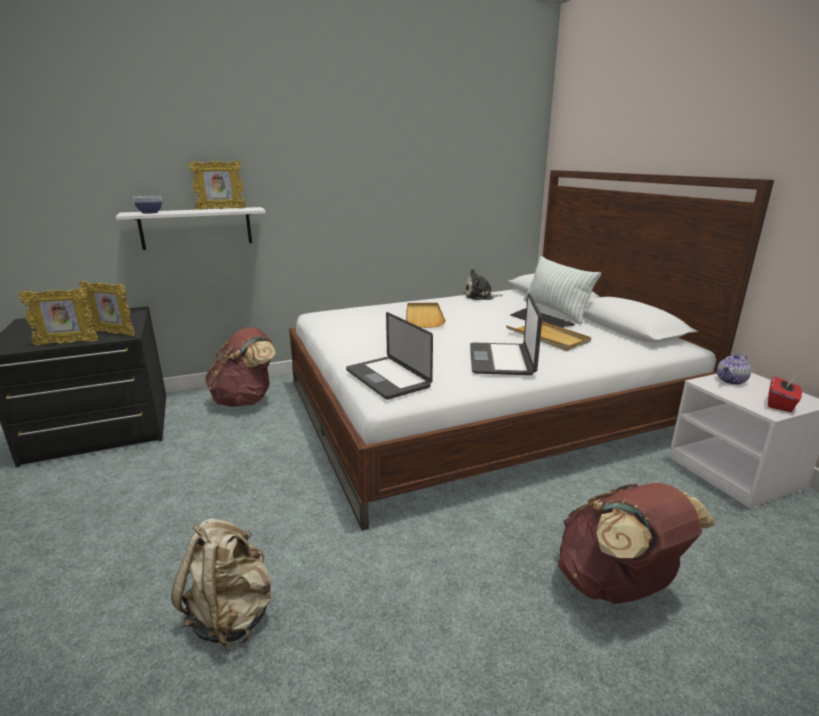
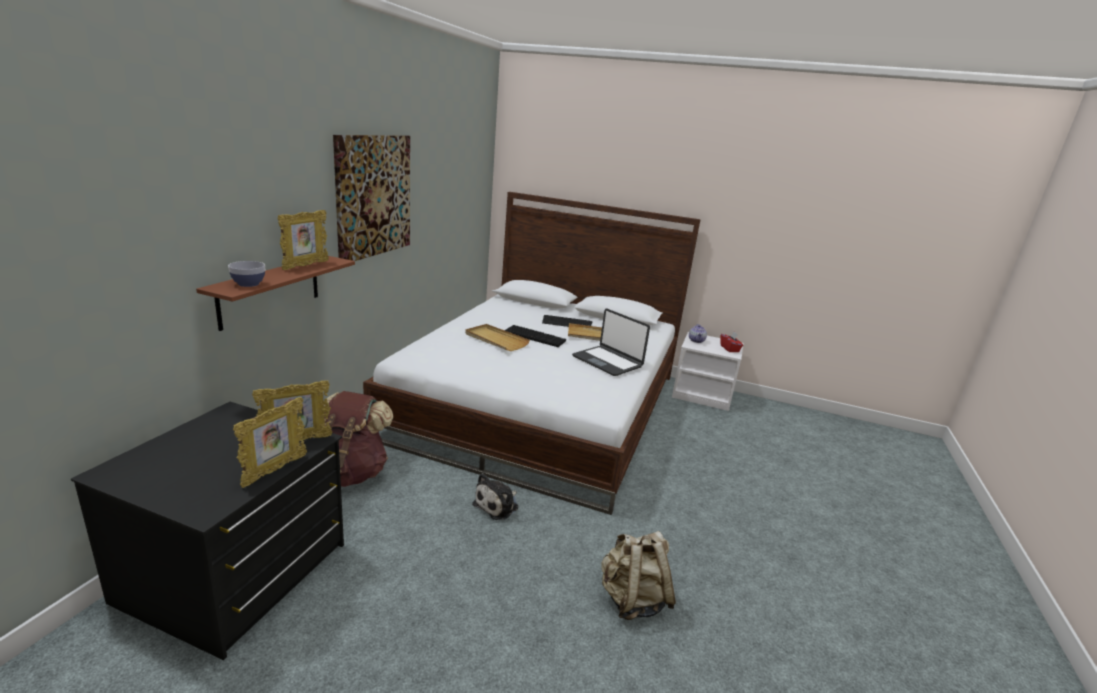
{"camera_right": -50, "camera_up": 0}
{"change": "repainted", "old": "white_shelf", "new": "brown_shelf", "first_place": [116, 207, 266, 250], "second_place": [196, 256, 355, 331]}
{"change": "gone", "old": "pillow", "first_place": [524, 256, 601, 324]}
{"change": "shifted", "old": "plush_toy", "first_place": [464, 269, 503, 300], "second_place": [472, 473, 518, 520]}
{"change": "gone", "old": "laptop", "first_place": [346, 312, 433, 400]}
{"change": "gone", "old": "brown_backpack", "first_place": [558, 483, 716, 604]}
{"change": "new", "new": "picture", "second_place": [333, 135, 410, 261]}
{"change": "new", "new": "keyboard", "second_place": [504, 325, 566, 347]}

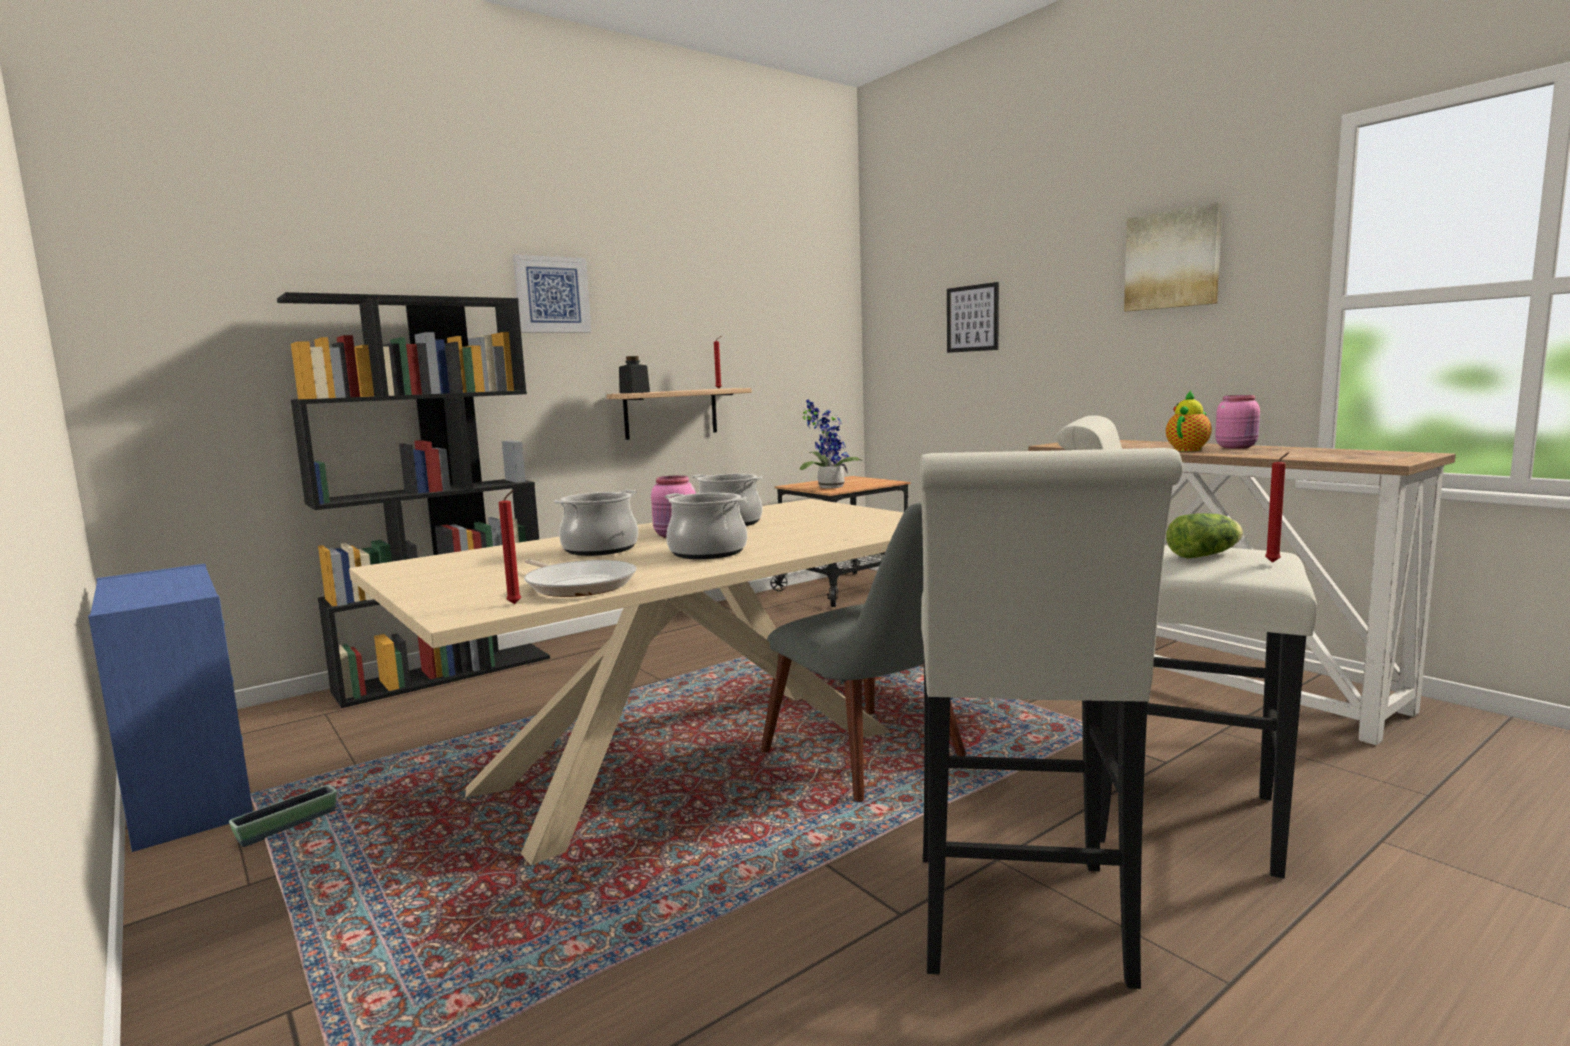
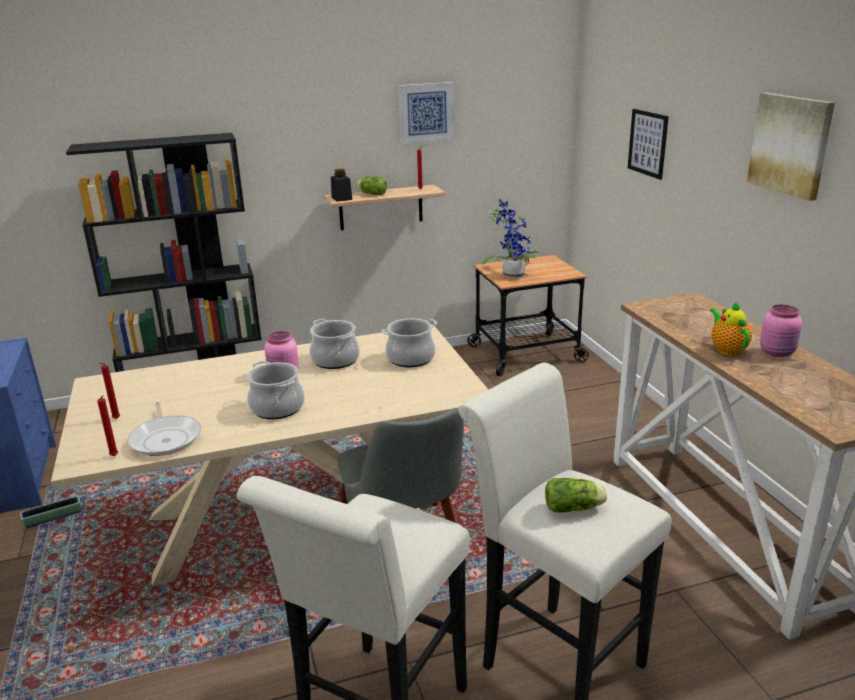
{"camera_right": 20, "camera_up": 15}
{"change": "shifted", "old": "picture", "first_place": [513, 254, 591, 333], "second_place": [398, 82, 454, 144]}
{"change": "rotated", "old": "teapot", "first_place": [1166, 391, 1212, 451], "second_place": [710, 301, 752, 356], "degrees": -75}
{"change": "shifted", "old": "red_candle", "first_place": [1265, 452, 1289, 563], "second_place": [100, 363, 120, 419]}
{"change": "shifted", "old": "cooking_pot", "first_place": [554, 490, 638, 556], "second_place": [381, 318, 437, 367]}
{"change": "new", "new": "lettuce", "second_place": [356, 177, 387, 195]}

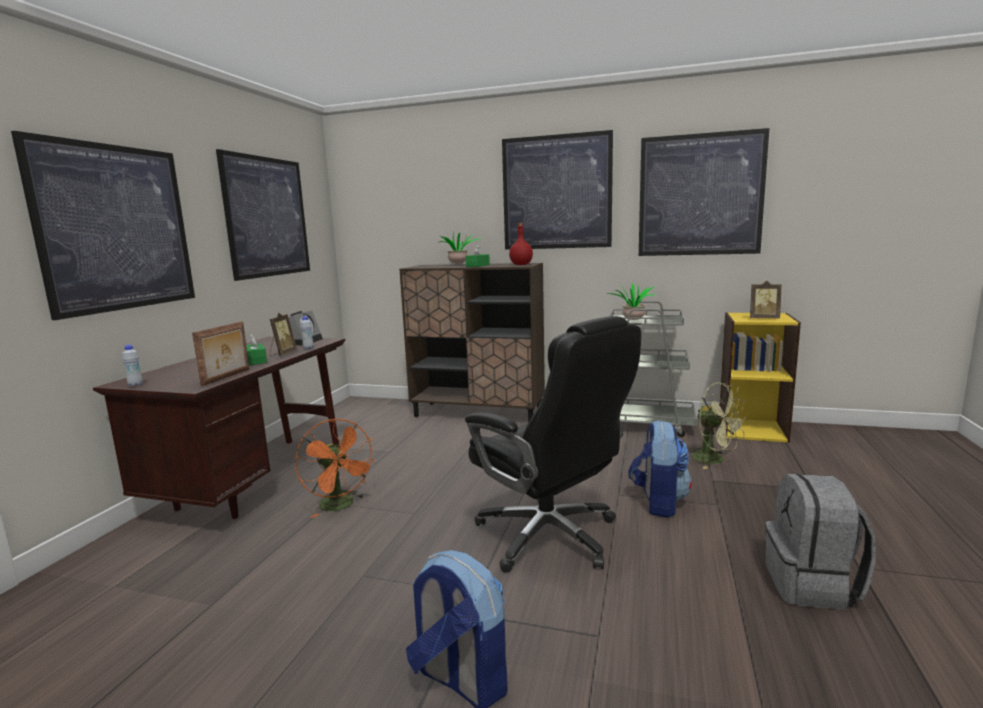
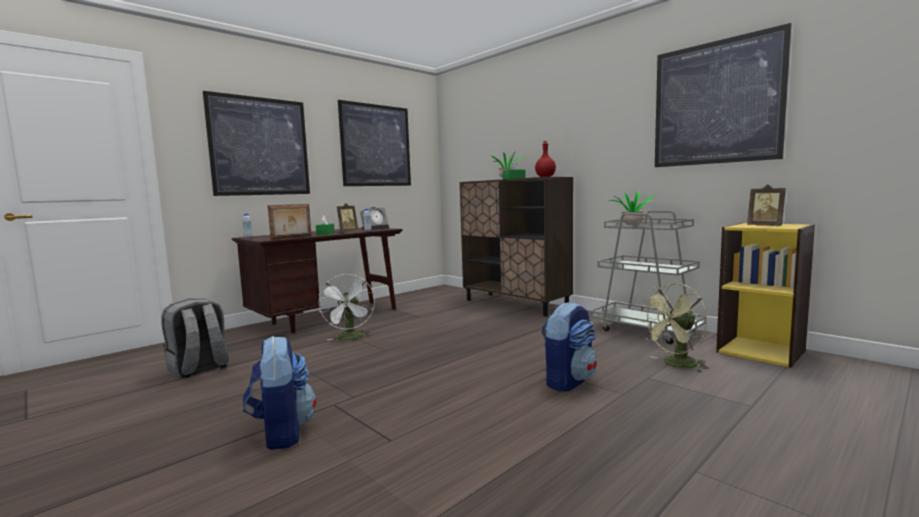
{"camera_right": 30, "camera_up": -5}
{"change": "gone", "old": "picture", "first_place": [502, 130, 613, 250]}
{"change": "gone", "old": "black_office_chair", "first_place": [465, 316, 641, 573]}
{"change": "rotated", "old": "green_fan", "first_place": [689, 383, 748, 469], "second_place": [640, 283, 709, 373], "degrees": 75}
{"change": "repainted", "old": "orange_fan", "new": "white_fan", "first_place": [295, 419, 376, 518], "second_place": [318, 274, 375, 340]}
{"change": "shifted", "old": "grey_backpack", "first_place": [765, 474, 876, 610], "second_place": [161, 298, 229, 379]}

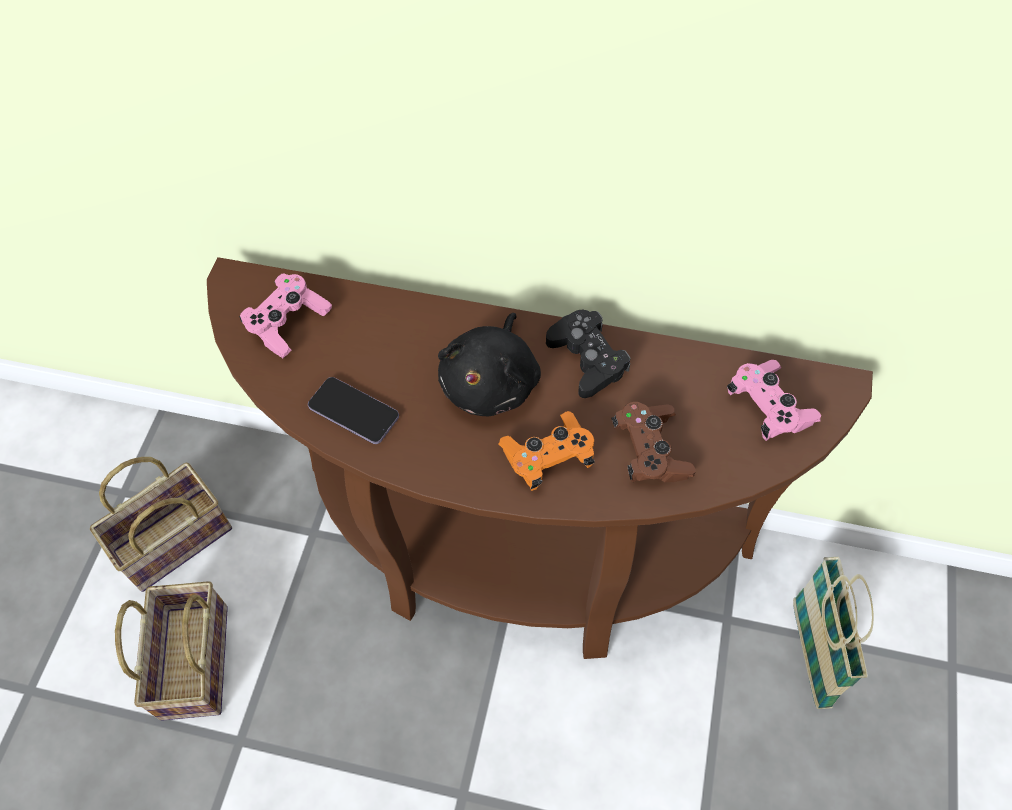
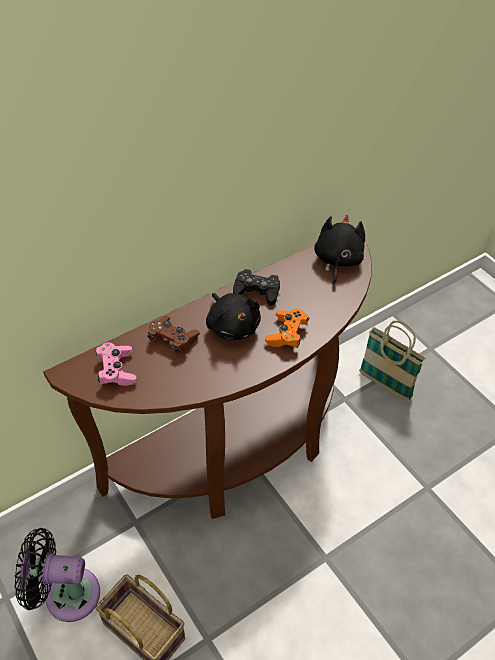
{"camera_right": -50, "camera_up": -10}
{"change": "swapped", "old": "pink_game_controller", "new": "black_plush_toy", "first_place": [727, 360, 821, 441], "second_place": [314, 214, 365, 285]}
{"change": "gone", "old": "phone", "first_place": [308, 377, 399, 444]}
{"change": "shifted", "old": "brown_game_controller", "first_place": [611, 402, 696, 482], "second_place": [147, 316, 200, 354]}
{"change": "swapped", "old": "basket", "new": "black_fan", "first_place": [90, 457, 232, 592], "second_place": [15, 528, 100, 622]}

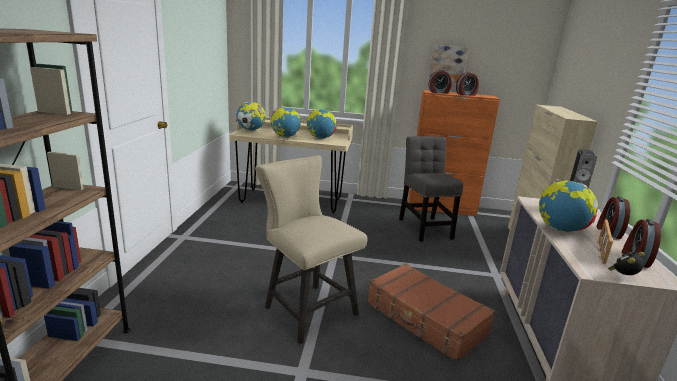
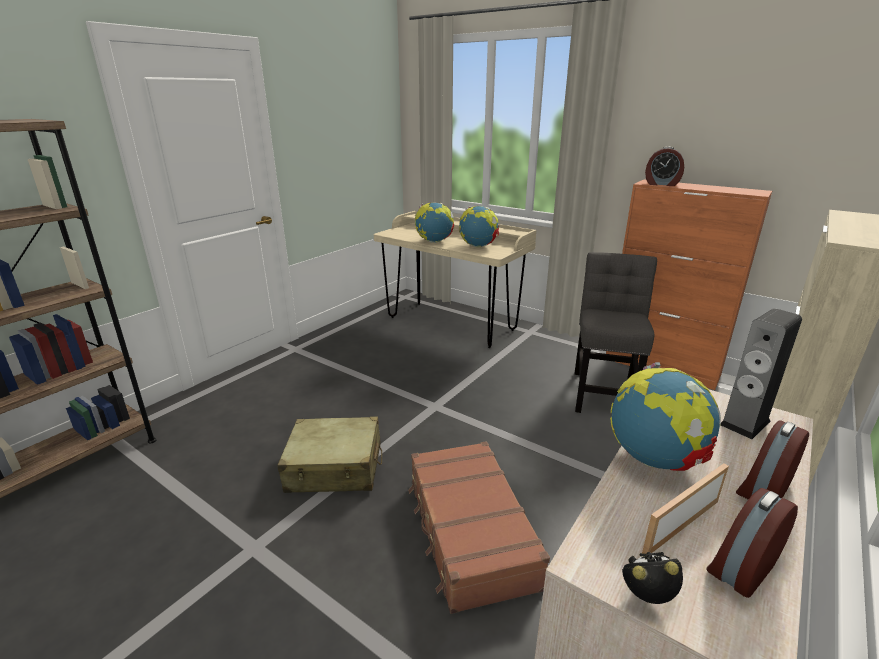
{"camera_right": 30, "camera_up": 5}
{"change": "gone", "old": "picture", "first_place": [429, 45, 468, 82]}
{"change": "gone", "old": "alarm_clock", "first_place": [456, 72, 479, 96]}
{"change": "gone", "old": "globe", "first_place": [236, 102, 266, 131]}
{"change": "swapped", "old": "beige_chair", "new": "beige_suitcase", "first_place": [255, 156, 367, 344], "second_place": [277, 417, 382, 493]}

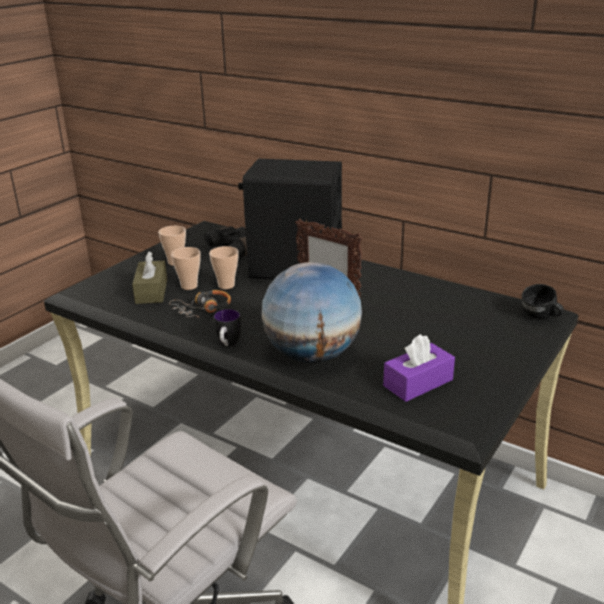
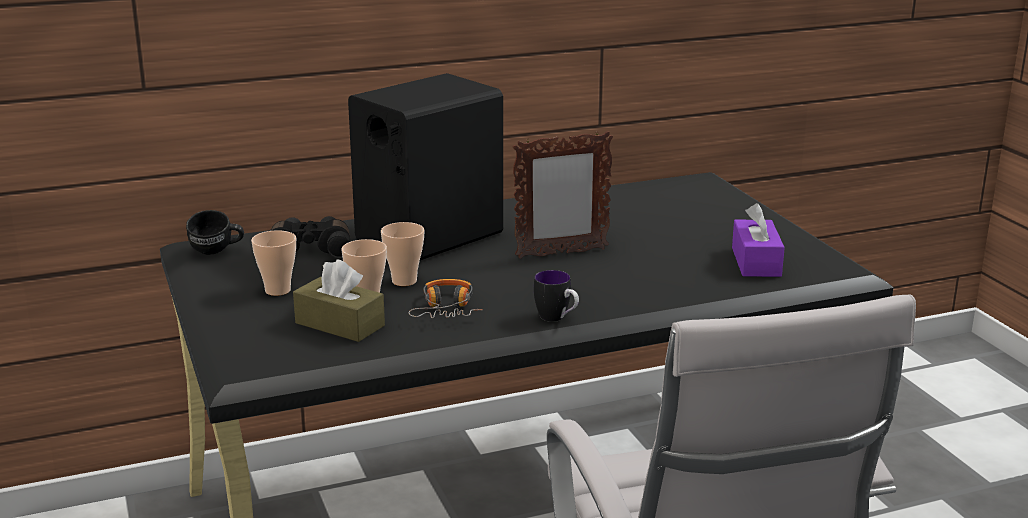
{"camera_right": -55, "camera_up": -5}
{"change": "gone", "old": "globe", "first_place": [261, 262, 362, 363]}
{"change": "shifted", "old": "black_mug", "first_place": [522, 284, 564, 319], "second_place": [186, 210, 244, 255]}

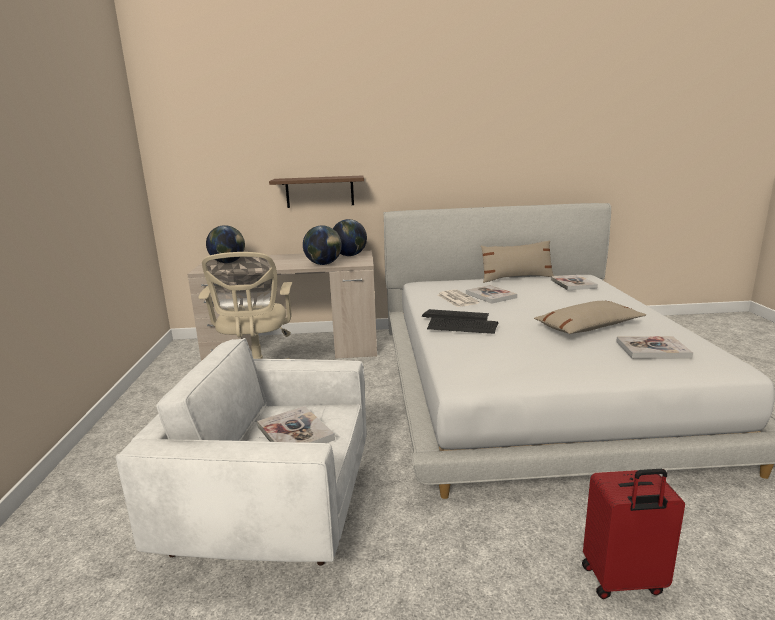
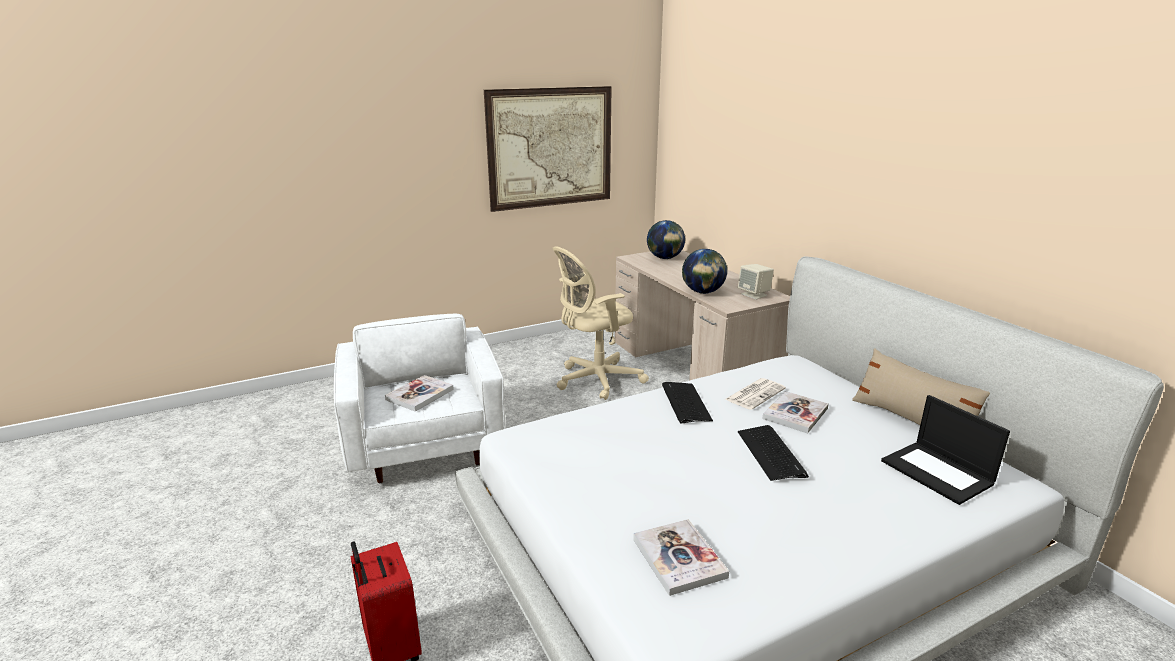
{"camera_right": 65, "camera_up": 5}
{"change": "gone", "old": "brown_shelf", "first_place": [269, 175, 364, 208]}
{"change": "swapped", "old": "globe", "new": "beige_speaker", "first_place": [333, 219, 367, 256], "second_place": [738, 264, 774, 300]}
{"change": "swapped", "old": "book", "new": "laptop", "first_place": [551, 275, 598, 290], "second_place": [881, 395, 1010, 505]}
{"change": "gone", "old": "beige_pillow", "first_place": [534, 300, 646, 334]}
{"change": "shifted", "old": "keyboard", "first_place": [427, 317, 498, 334], "second_place": [738, 425, 809, 481]}
{"change": "new", "new": "picture", "second_place": [484, 86, 612, 212]}

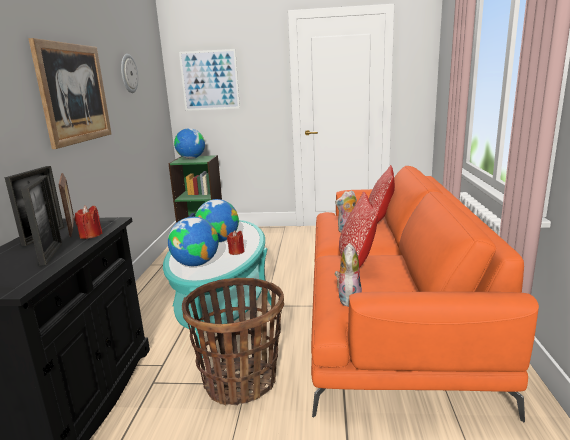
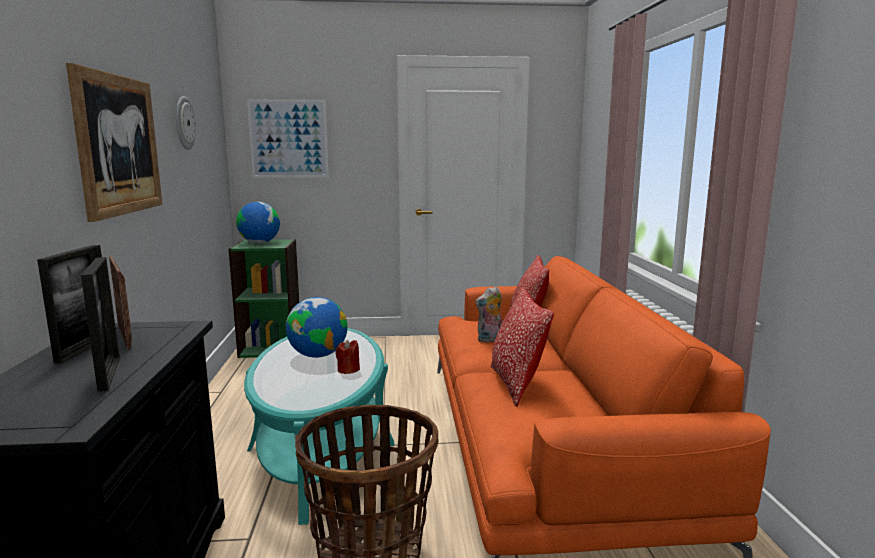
{"camera_right": -10, "camera_up": -5}
{"change": "gone", "old": "red_candle", "first_place": [75, 205, 103, 239]}
{"change": "gone", "old": "globe", "first_place": [168, 217, 219, 266]}
{"change": "gone", "old": "plush_toy", "first_place": [335, 243, 362, 307]}

